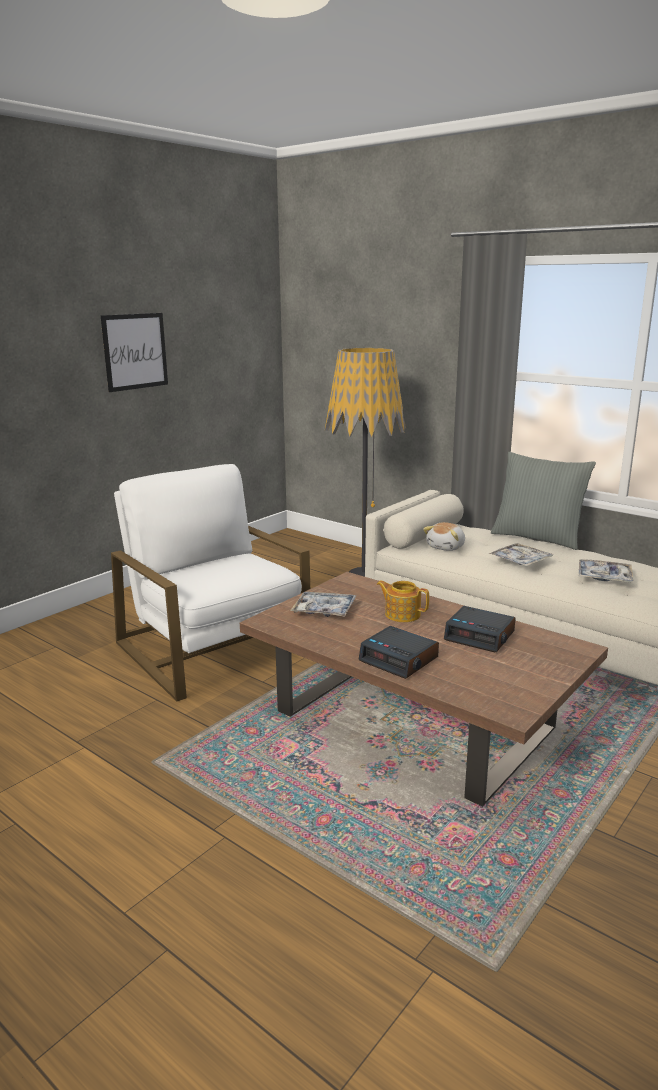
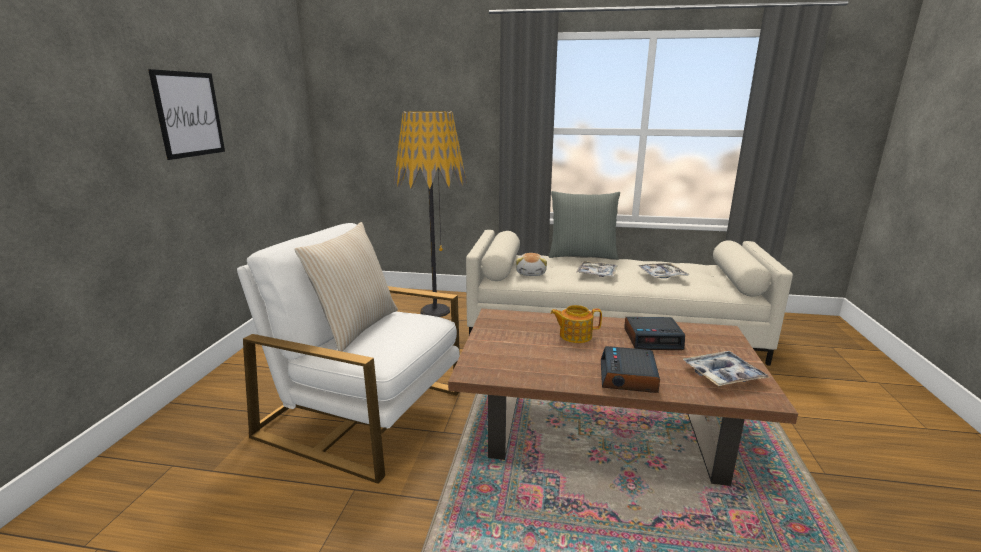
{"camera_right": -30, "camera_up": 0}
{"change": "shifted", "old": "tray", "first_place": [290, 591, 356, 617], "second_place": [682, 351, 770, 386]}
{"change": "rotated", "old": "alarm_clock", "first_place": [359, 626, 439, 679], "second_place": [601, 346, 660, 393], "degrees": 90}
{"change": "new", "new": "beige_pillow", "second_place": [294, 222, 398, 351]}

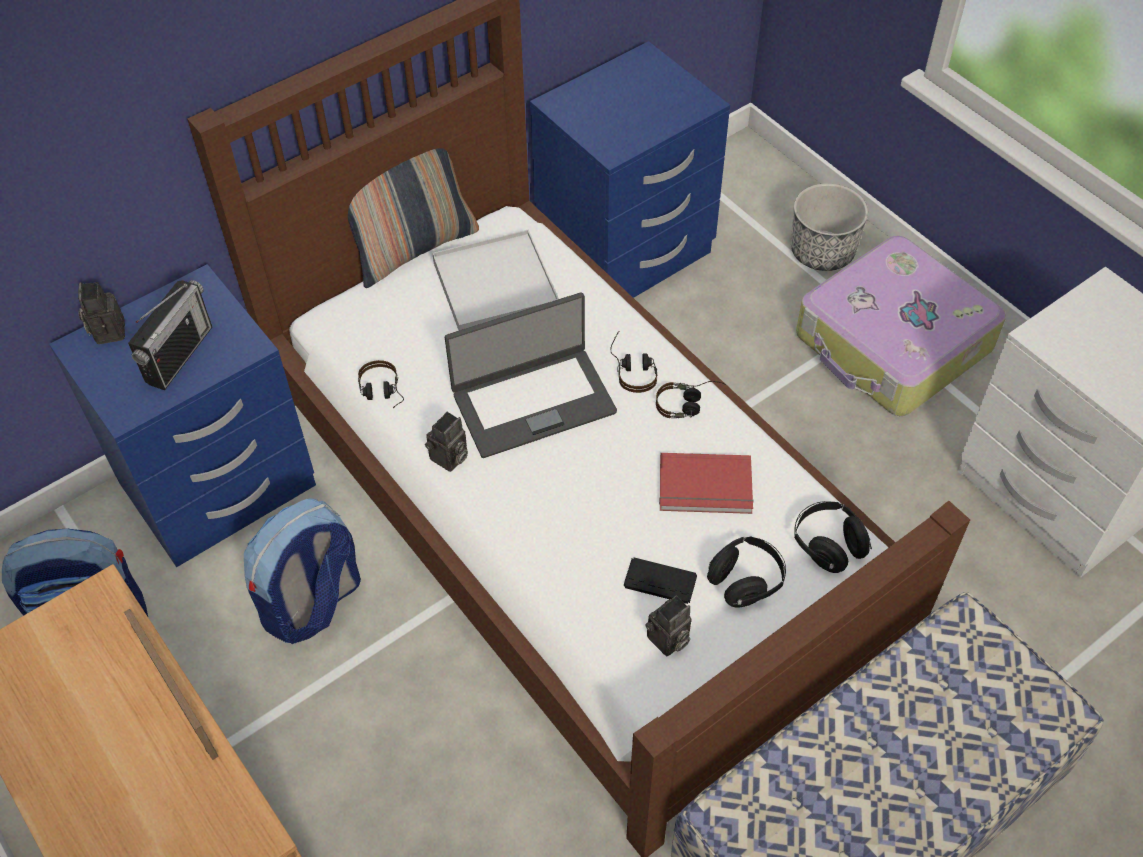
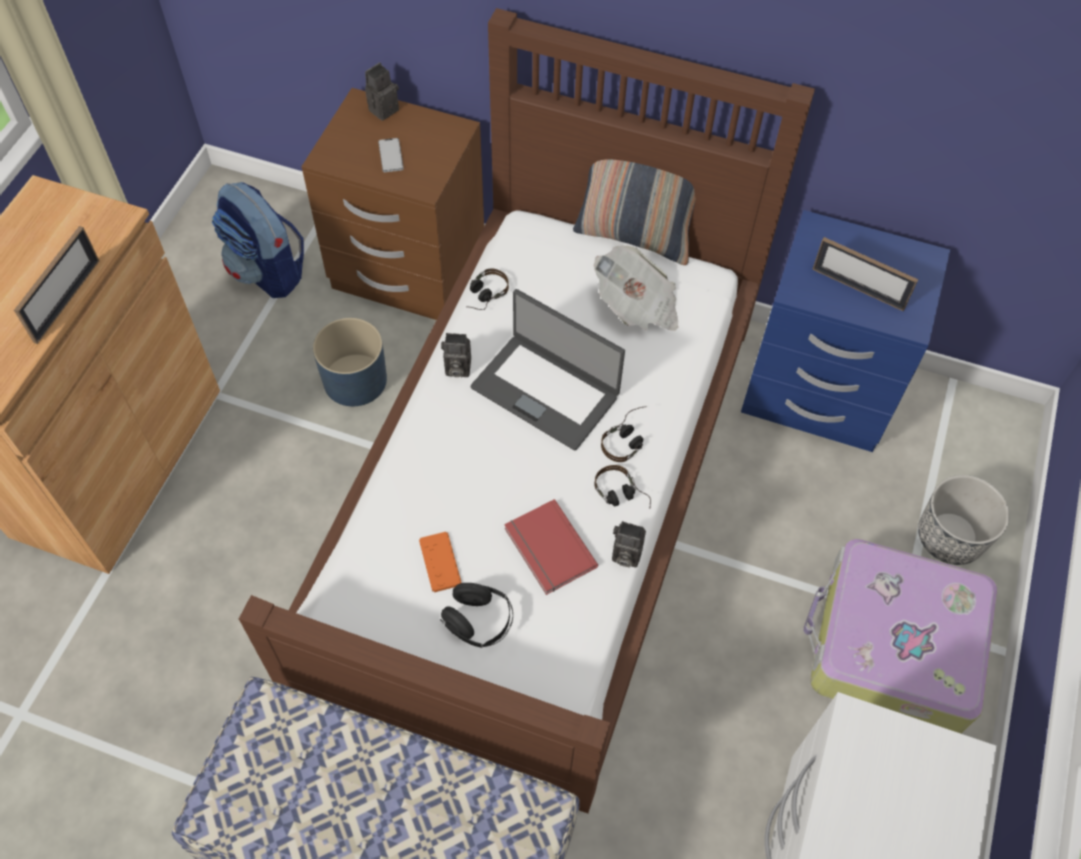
{"camera_right": 55, "camera_up": 5}
{"change": "swapped", "old": "white_tray", "new": "newspaper", "first_place": [432, 230, 559, 330], "second_place": [594, 246, 679, 331]}
{"change": "repainted", "old": "blue_nightstand", "new": "brown_nightstand", "first_place": [49, 264, 316, 567], "second_place": [301, 88, 484, 320]}
{"change": "swapped", "old": "radio", "new": "phone", "first_place": [128, 280, 212, 390], "second_place": [378, 138, 404, 172]}
{"change": "swapped", "old": "backpack", "new": "blue_planter", "first_place": [244, 499, 361, 644], "second_place": [313, 318, 387, 406]}
{"change": "gone", "old": "black_headphones", "first_place": [794, 501, 872, 573]}
{"change": "repainted", "old": "black_game_controller", "new": "orange_game_controller", "first_place": [624, 558, 697, 604], "second_place": [419, 532, 462, 592]}
{"change": "shifted", "old": "photo_camera", "first_place": [645, 595, 692, 656], "second_place": [612, 521, 646, 568]}
{"change": "new", "new": "picture_frame", "second_place": [812, 237, 918, 311]}

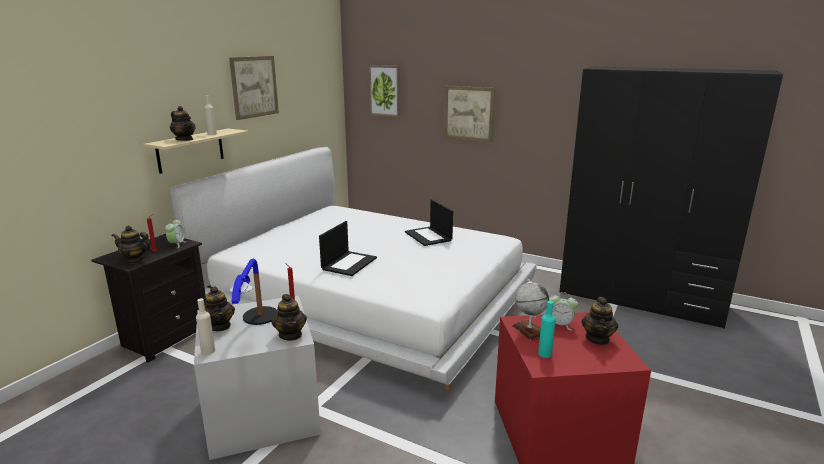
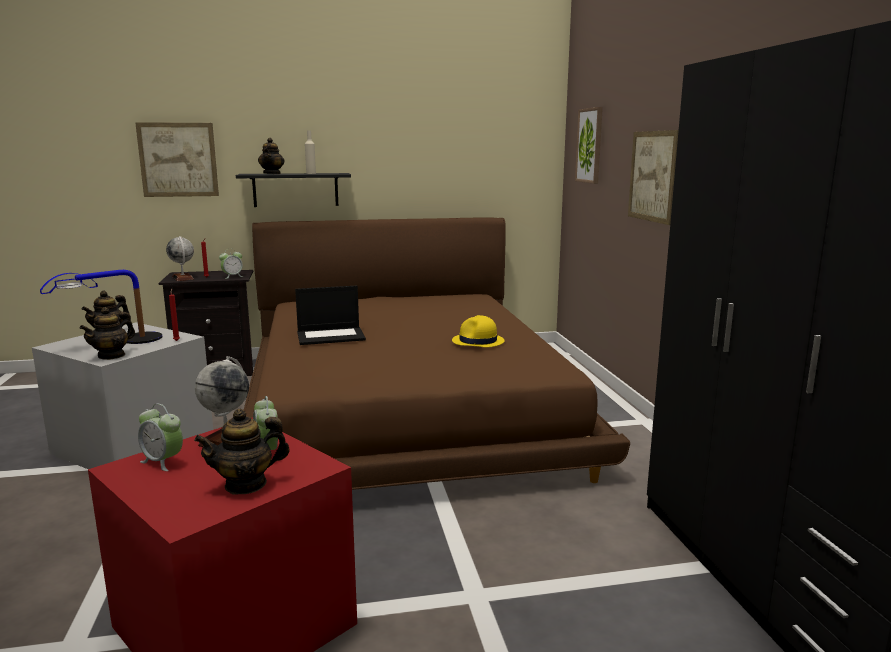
{"camera_right": 50, "camera_up": -5}
{"change": "shifted", "old": "picture", "first_place": [229, 56, 279, 120], "second_place": [135, 122, 219, 197]}
{"change": "repainted", "old": "beige_shelf", "new": "black_shelf", "first_place": [143, 129, 248, 174], "second_place": [236, 173, 351, 207]}
{"change": "repainted", "old": "white_bed", "new": "brown_bed", "first_place": [170, 147, 537, 390], "second_place": [244, 218, 630, 490]}
{"change": "swapped", "old": "laptop", "new": "yellow_hat", "first_place": [405, 199, 453, 246], "second_place": [452, 315, 505, 347]}
{"change": "swapped", "old": "teapot", "new": "globe", "first_place": [112, 225, 152, 264], "second_place": [166, 236, 194, 281]}
{"change": "gone", "old": "beige_bottle", "first_place": [196, 298, 215, 355]}
{"change": "swapped", "old": "turquoise_bottle", "new": "alarm_clock", "first_place": [538, 301, 556, 358], "second_place": [138, 403, 183, 471]}

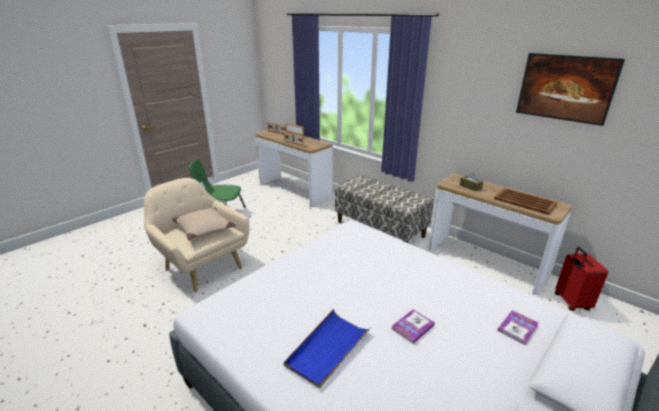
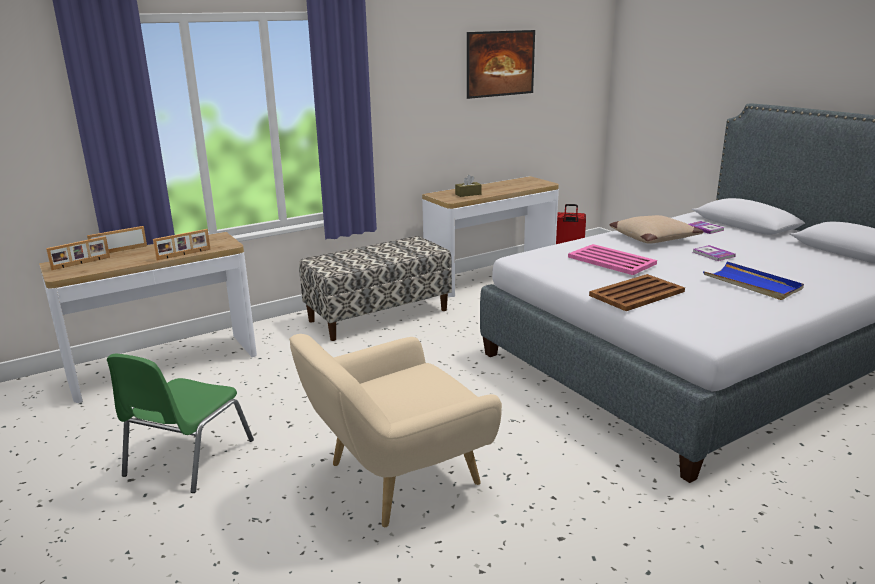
{"camera_right": -75, "camera_up": -5}
{"change": "shifted", "old": "brown_tray", "first_place": [494, 188, 558, 215], "second_place": [589, 274, 685, 311]}
{"change": "shifted", "old": "beige_pillow", "first_place": [172, 208, 236, 240], "second_place": [610, 215, 704, 244]}
{"change": "new", "new": "pink_tray", "second_place": [568, 244, 657, 275]}

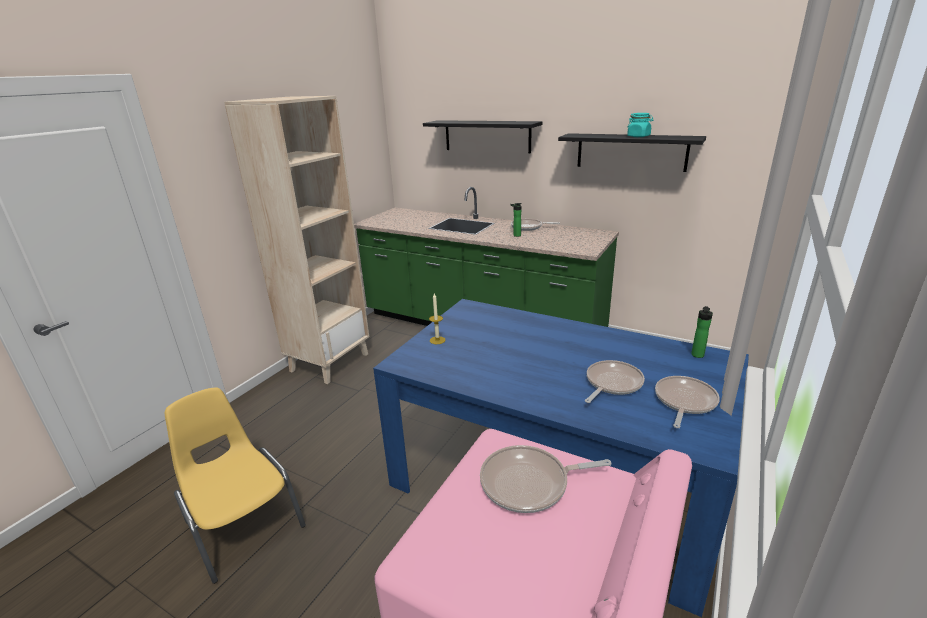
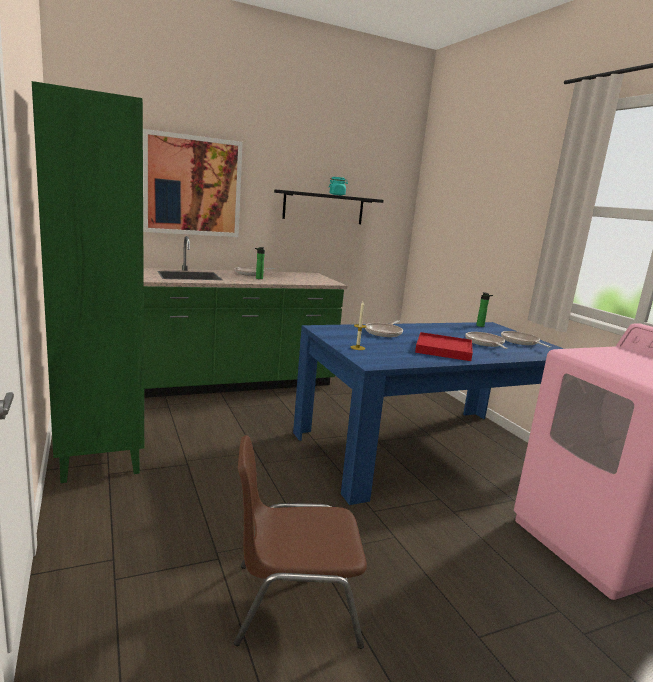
{"camera_right": -55, "camera_up": -10}
{"change": "repainted", "old": "beige_bookcase", "new": "green_bookcase", "first_place": [224, 96, 369, 384], "second_place": [32, 81, 144, 483]}
{"change": "swapped", "old": "black_shelf", "new": "picture", "first_place": [423, 120, 543, 153], "second_place": [143, 129, 243, 237]}
{"change": "repainted", "old": "yellow_chair", "new": "brown_chair", "first_place": [165, 387, 306, 584], "second_place": [234, 435, 367, 649]}
{"change": "shifted", "old": "frying_pan", "first_place": [480, 445, 611, 513], "second_place": [365, 320, 403, 337]}
{"change": "new", "new": "red_tray", "second_place": [415, 332, 473, 361]}

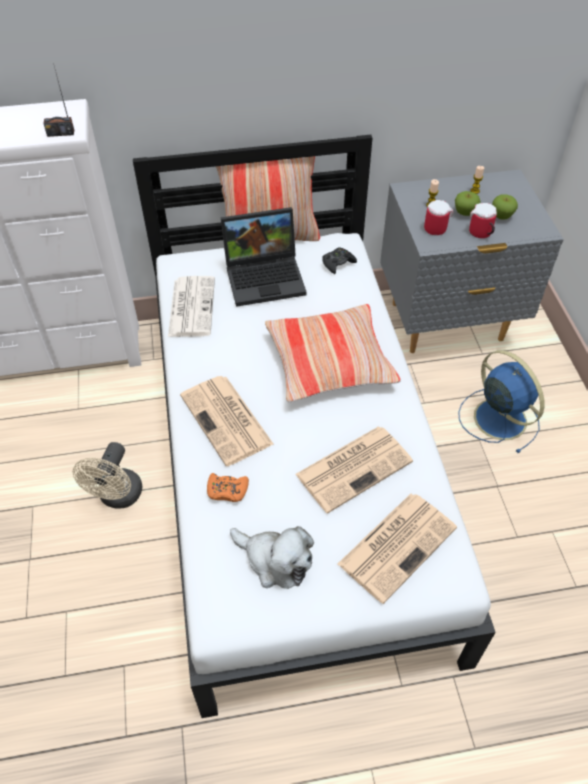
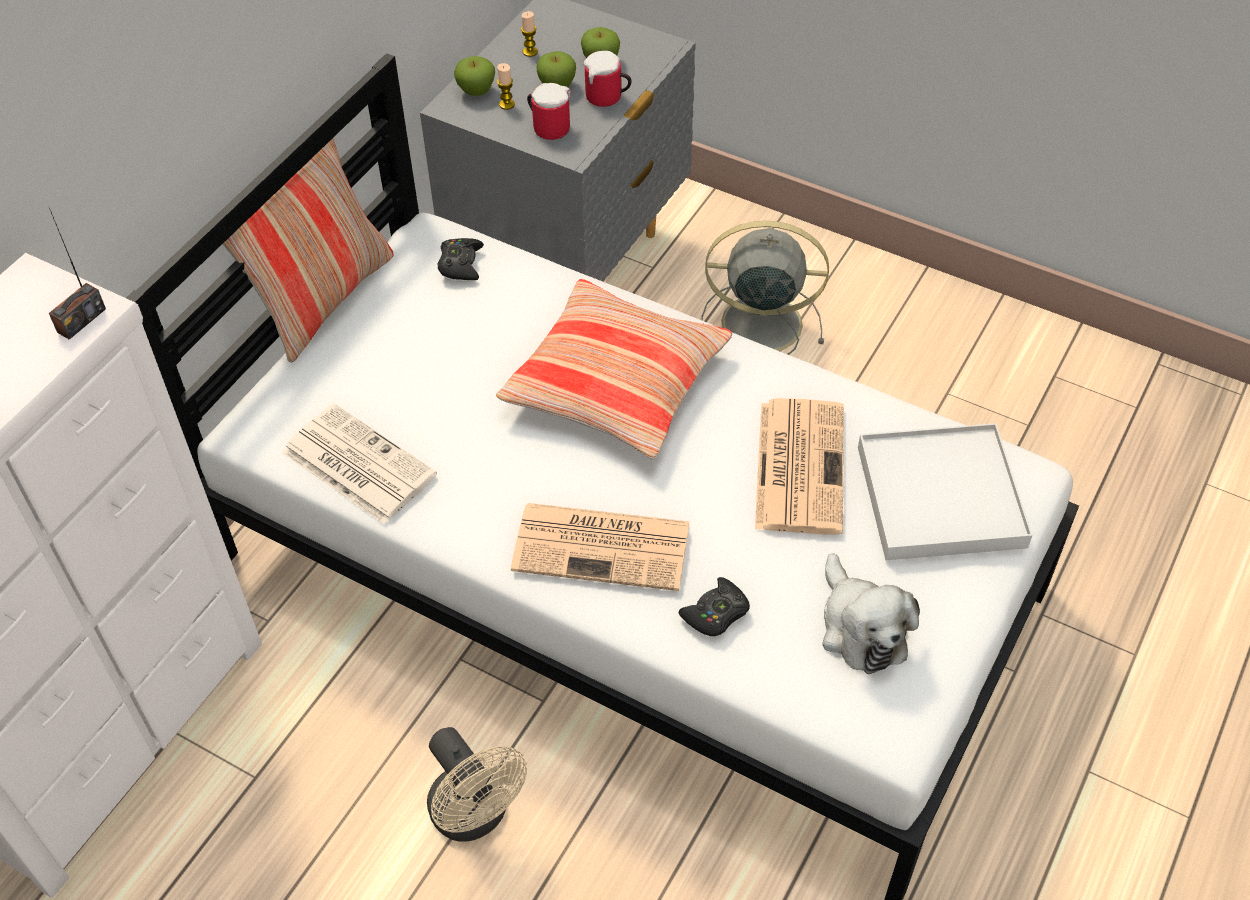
{"camera_right": -50, "camera_up": 0}
{"change": "gone", "old": "laptop", "first_place": [221, 207, 306, 307]}
{"change": "repainted", "old": "blue_fan", "new": "grey_fan", "first_place": [458, 350, 545, 453], "second_place": [702, 221, 829, 355]}
{"change": "repainted", "old": "orange_game_controller", "new": "black_game_controller", "first_place": [207, 473, 249, 502], "second_place": [679, 577, 750, 636]}
{"change": "swapped", "old": "newspaper", "new": "white_tray", "first_place": [338, 494, 457, 604], "second_place": [858, 423, 1033, 560]}
{"change": "rotated", "old": "plush_toy", "first_place": [230, 526, 314, 589], "second_place": [822, 553, 920, 674], "degrees": 90}
{"change": "new", "new": "apple", "second_place": [454, 56, 495, 96]}

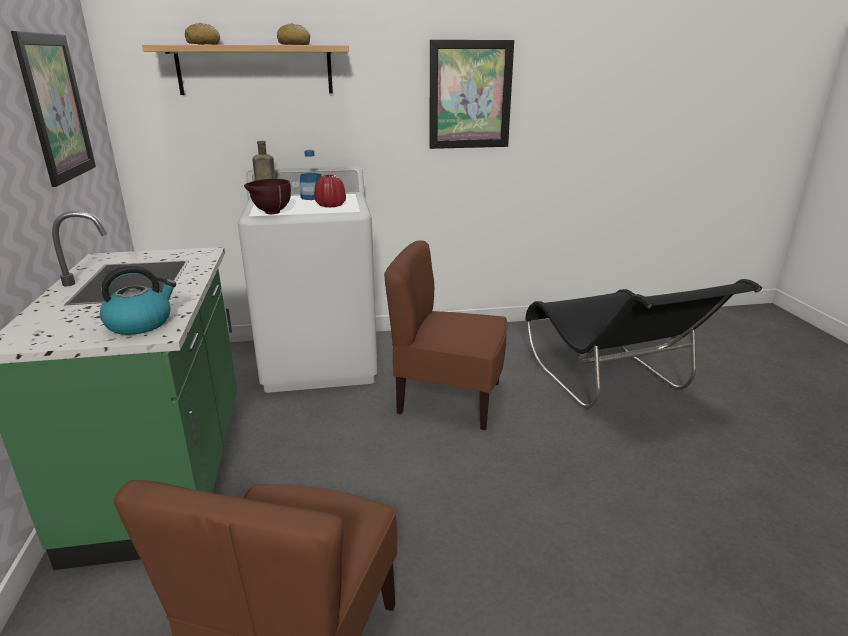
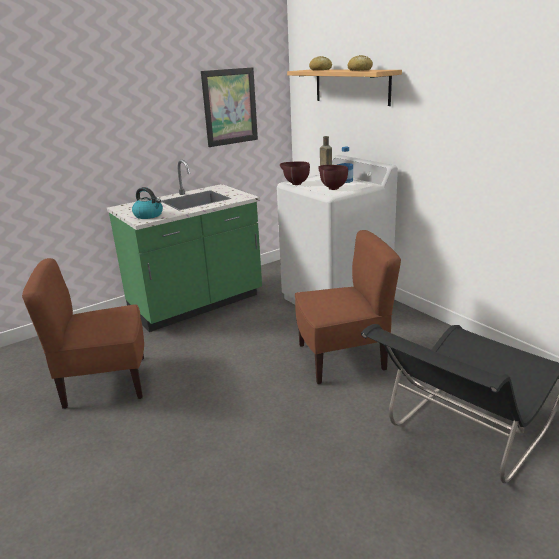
{"camera_right": 65, "camera_up": 0}
{"change": "gone", "old": "picture", "first_place": [429, 40, 514, 149]}
{"change": "swapped", "old": "red_vase", "new": "brown_bowl", "first_place": [314, 175, 346, 207], "second_place": [318, 165, 348, 190]}
{"change": "rotated", "old": "brown_chair", "first_place": [384, 240, 508, 430], "second_place": [295, 230, 401, 384], "degrees": 90}

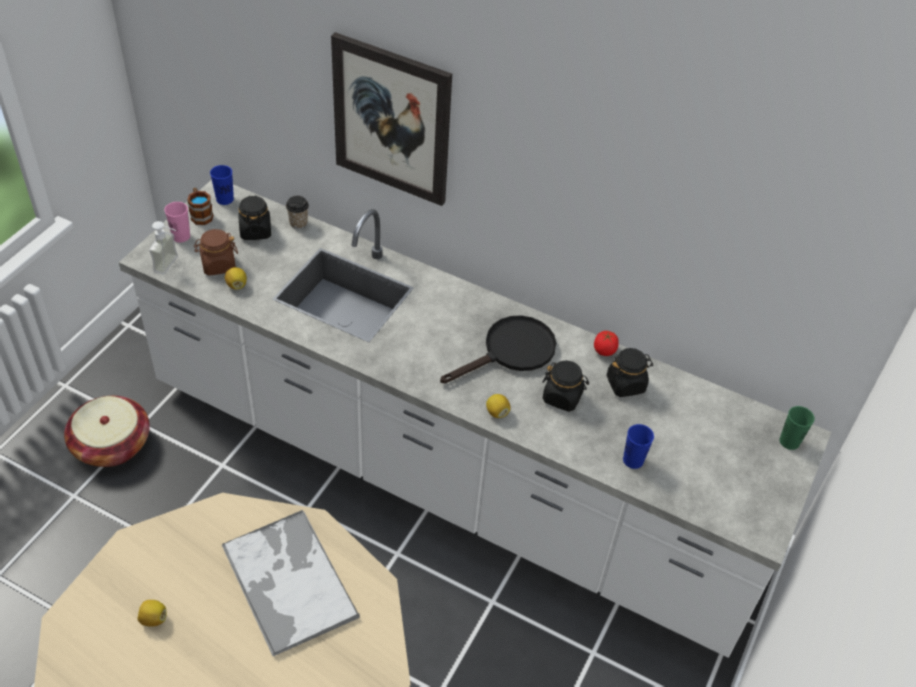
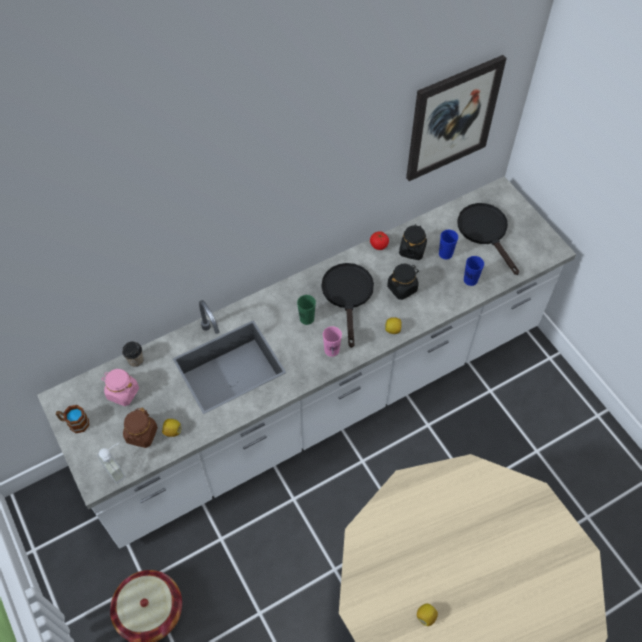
{"camera_right": -55, "camera_up": 10}
{"change": "shifted", "old": "picture", "first_place": [331, 32, 452, 206], "second_place": [406, 55, 507, 181]}
{"change": "shifted", "old": "blue_cup", "first_place": [210, 165, 234, 205], "second_place": [439, 230, 458, 259]}
{"change": "repainted", "old": "black_jar", "new": "pink_jar", "first_place": [239, 195, 271, 240], "second_place": [101, 369, 139, 406]}
{"change": "shifted", "old": "pink_cup", "first_place": [164, 202, 190, 242], "second_place": [323, 326, 342, 357]}
{"change": "shifted", "old": "green_cup", "first_place": [779, 406, 815, 450], "second_place": [297, 295, 316, 325]}
{"change": "gone", "old": "tray", "first_place": [222, 510, 360, 656]}
{"change": "new", "new": "black_frying_pan", "second_place": [457, 203, 519, 275]}

